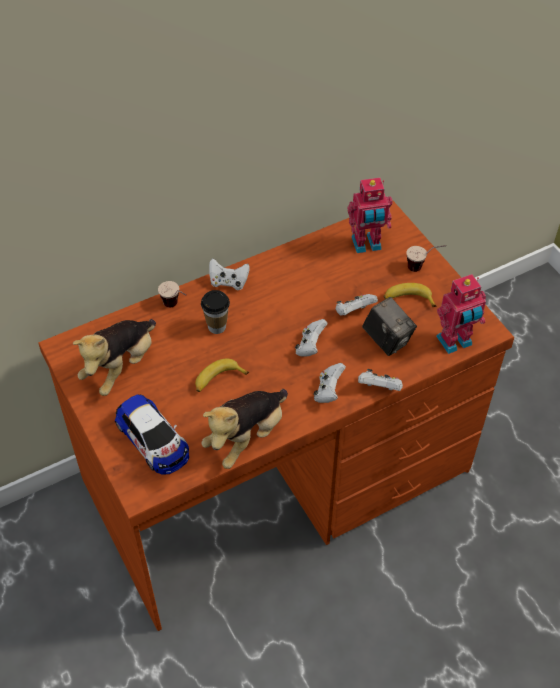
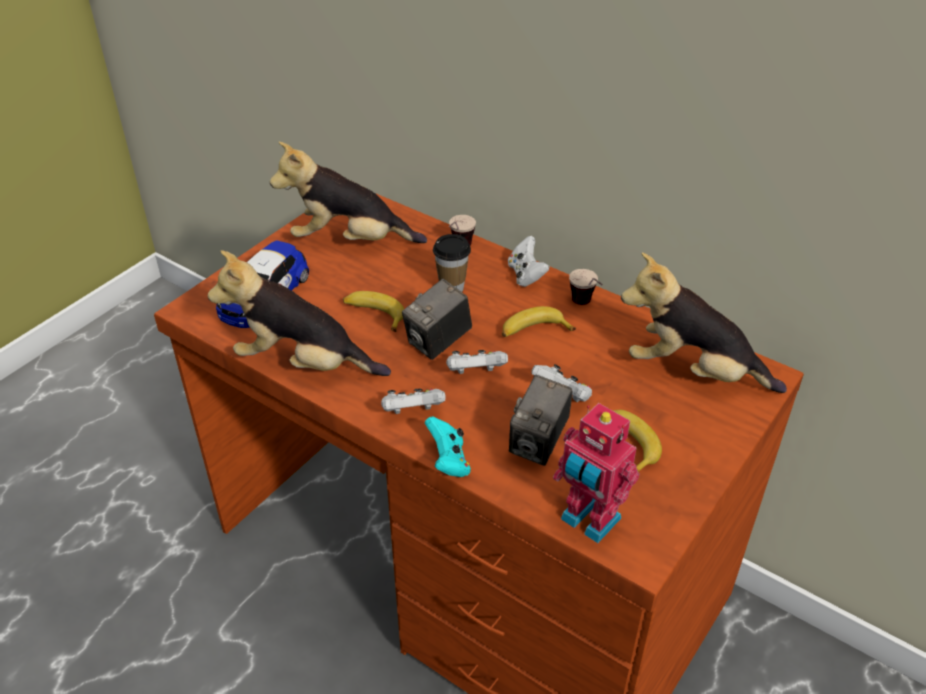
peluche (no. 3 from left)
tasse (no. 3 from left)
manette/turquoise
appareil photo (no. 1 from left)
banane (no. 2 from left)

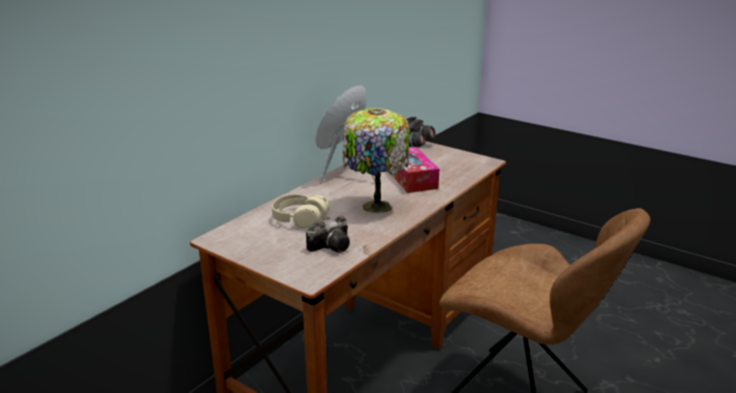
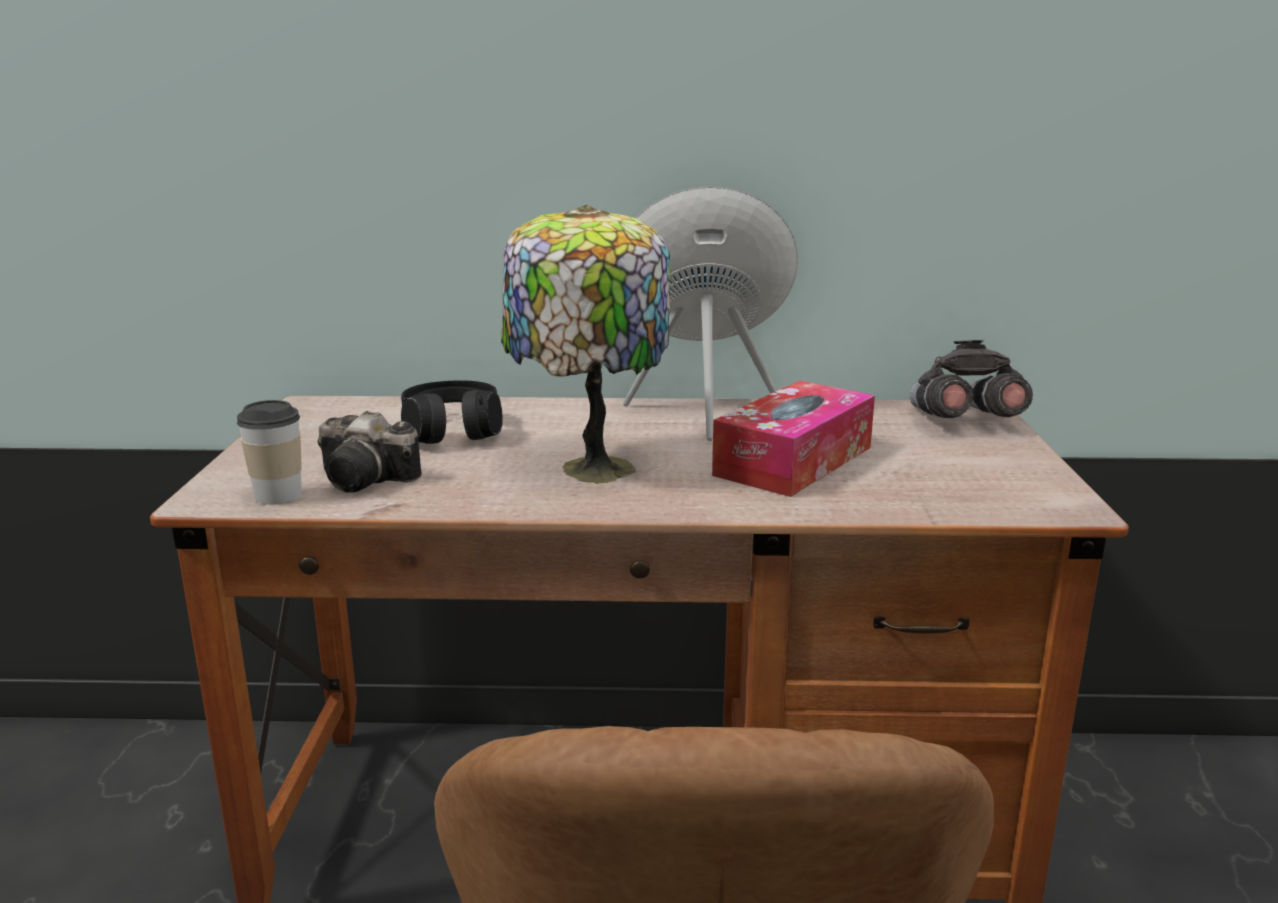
casque audio/noir
tasse

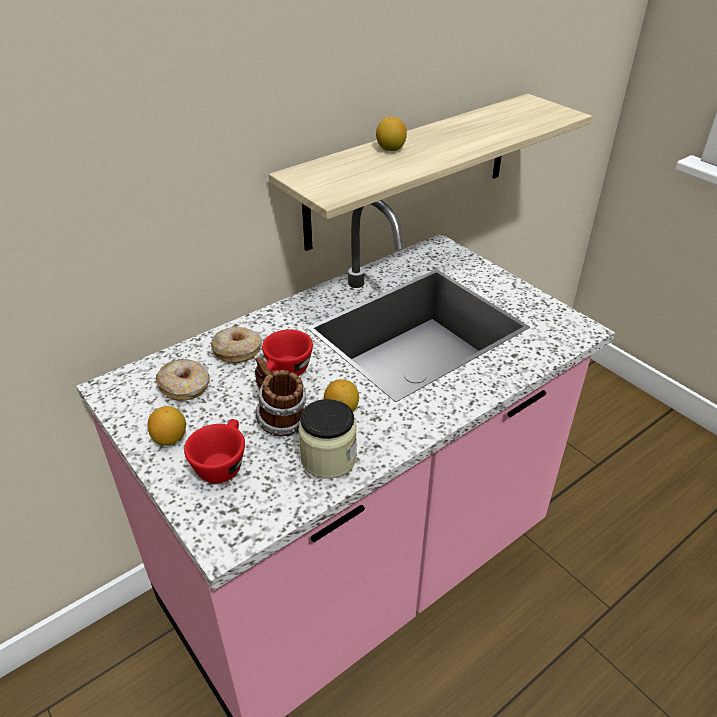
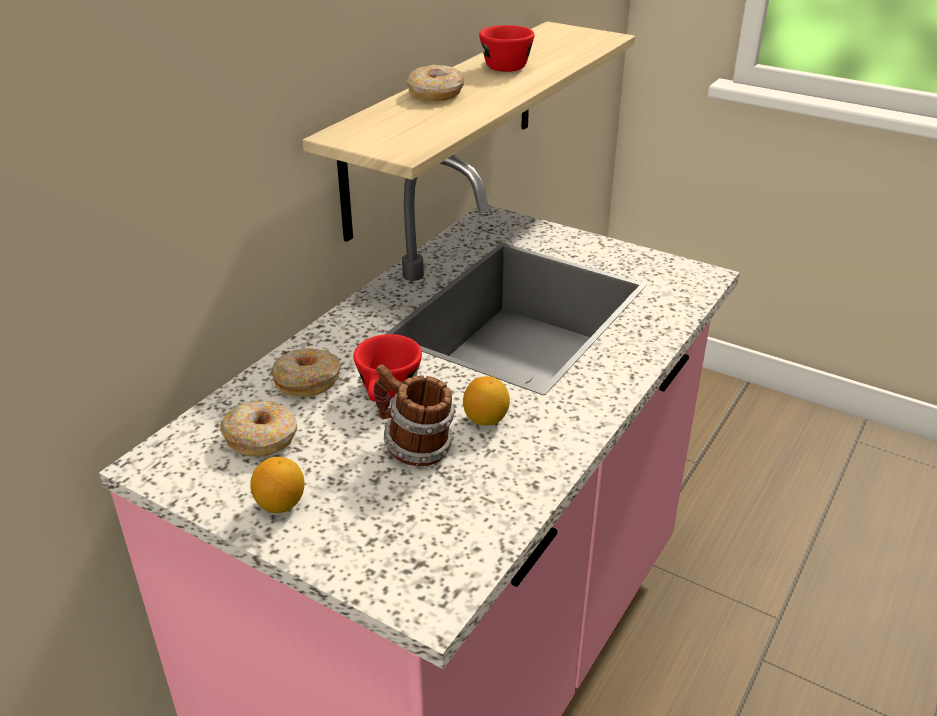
beignet (no. 3 from left)
bocal
tasse/rouge (no. 2 from left)

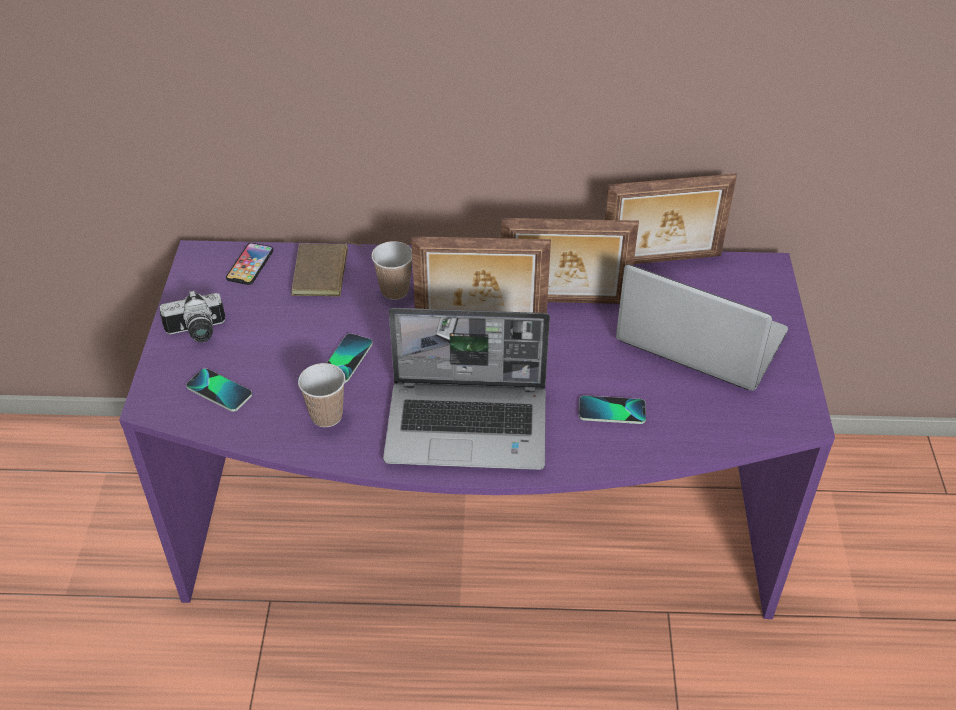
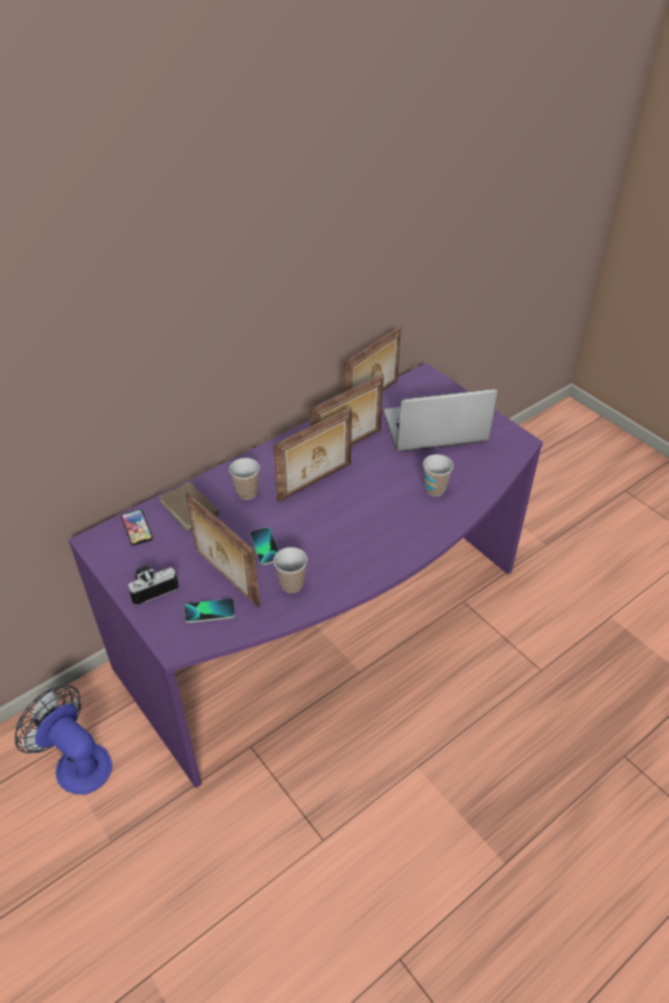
appareil photo
ordinateur portable (no. 1 from left in the first image)
tasse (no. 3 from left)
cadre photo (no. 1 from left)
ventilateur

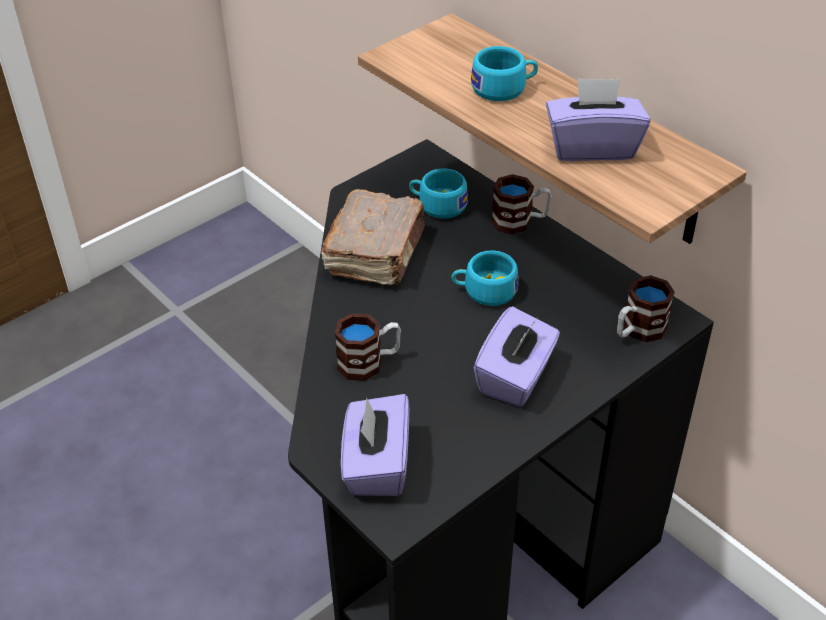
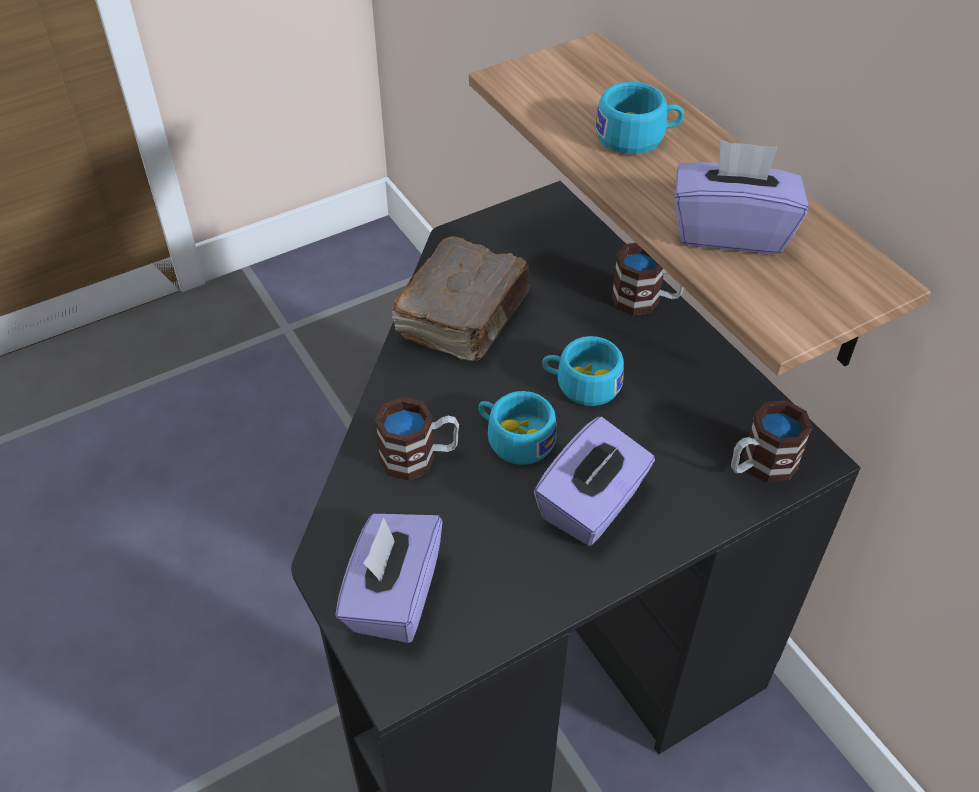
tasse/turquoise (no. 1 from left)

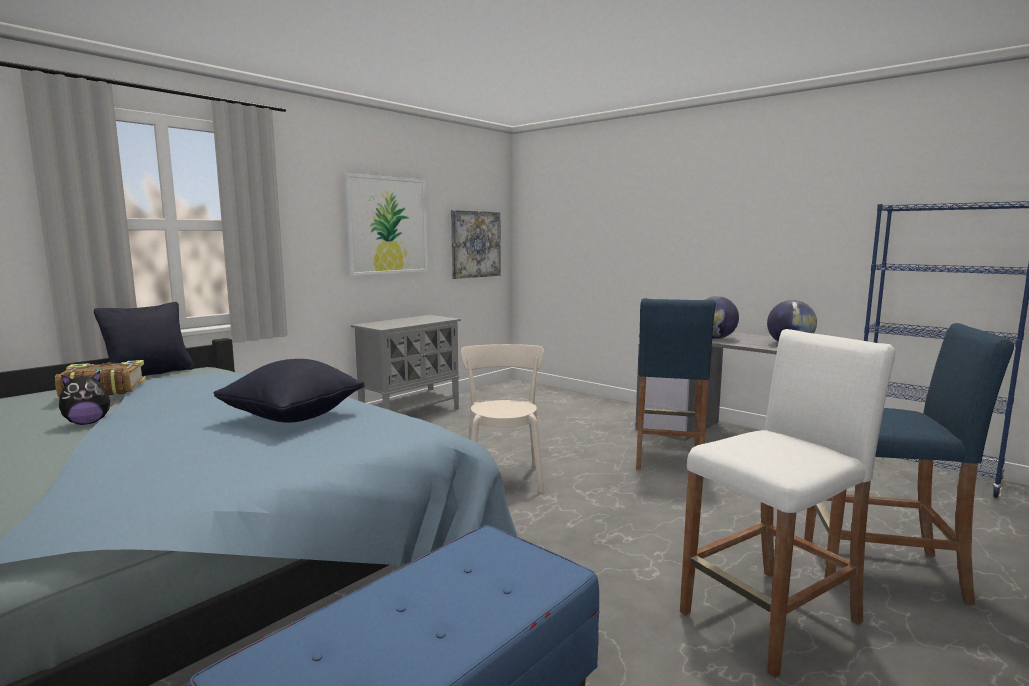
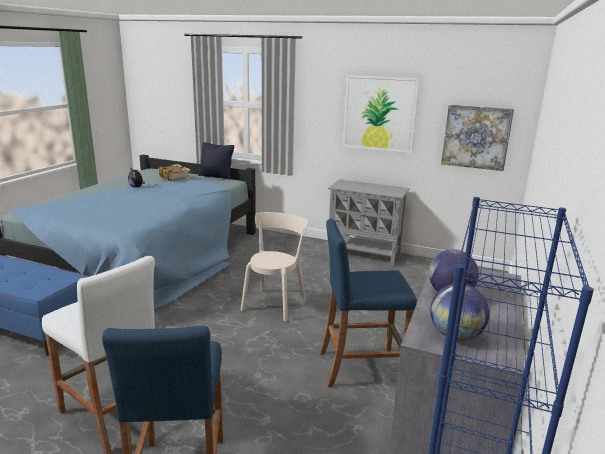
chaise/beige
coussin/noir (no. 2 from left in the first image)

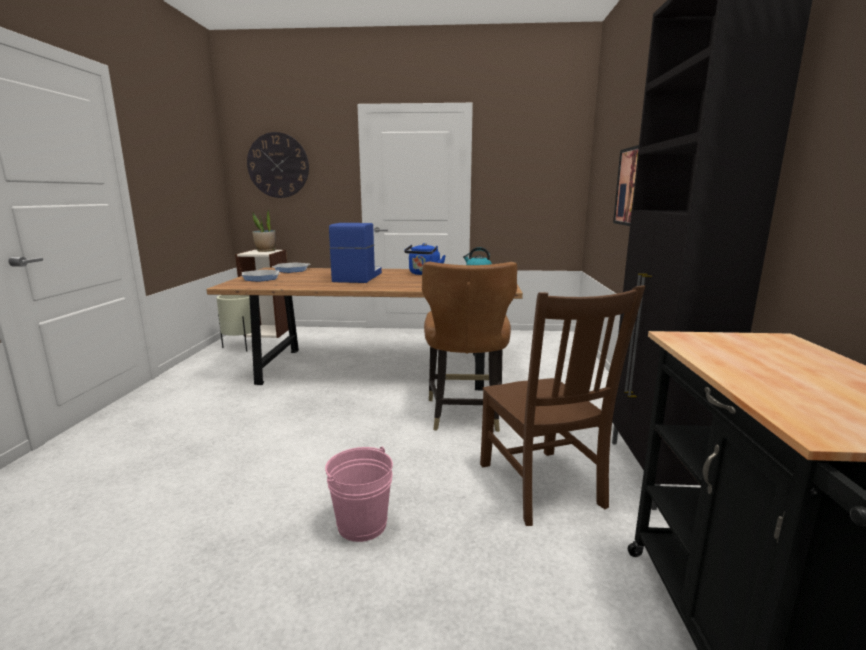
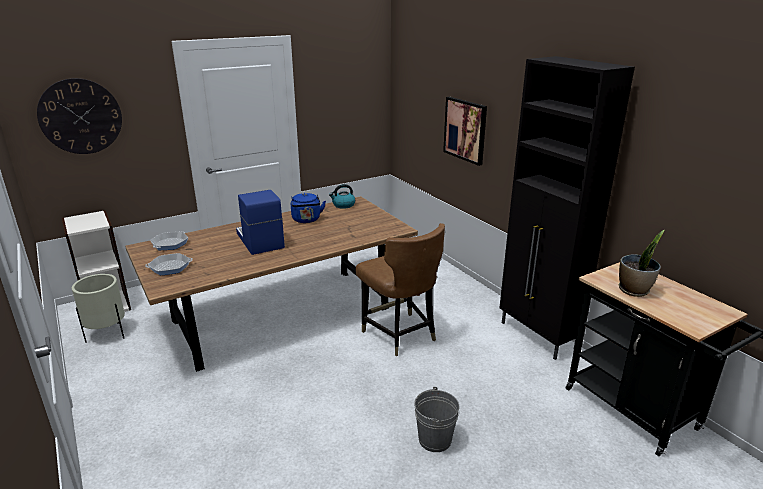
plante en pot
chaise/marron (no. 2 from left in the first image)
seau/gris

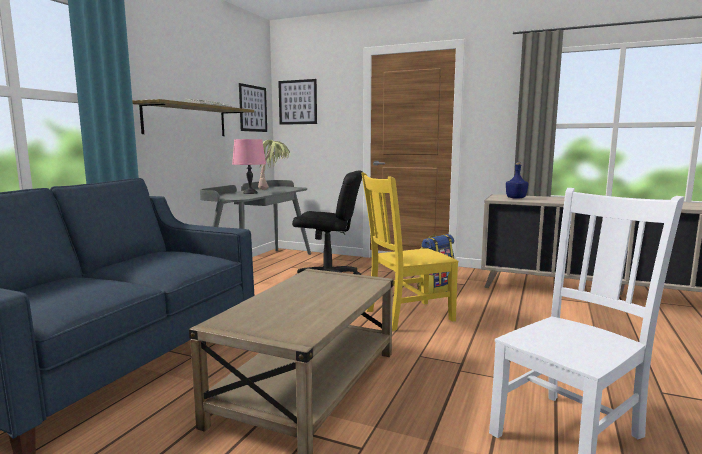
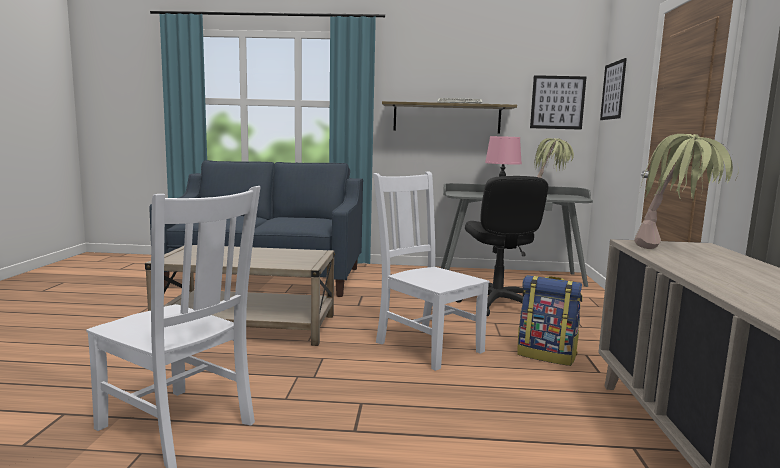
plante en pot (no. 2 from left)
chaise/blanc (no. 2 from left)

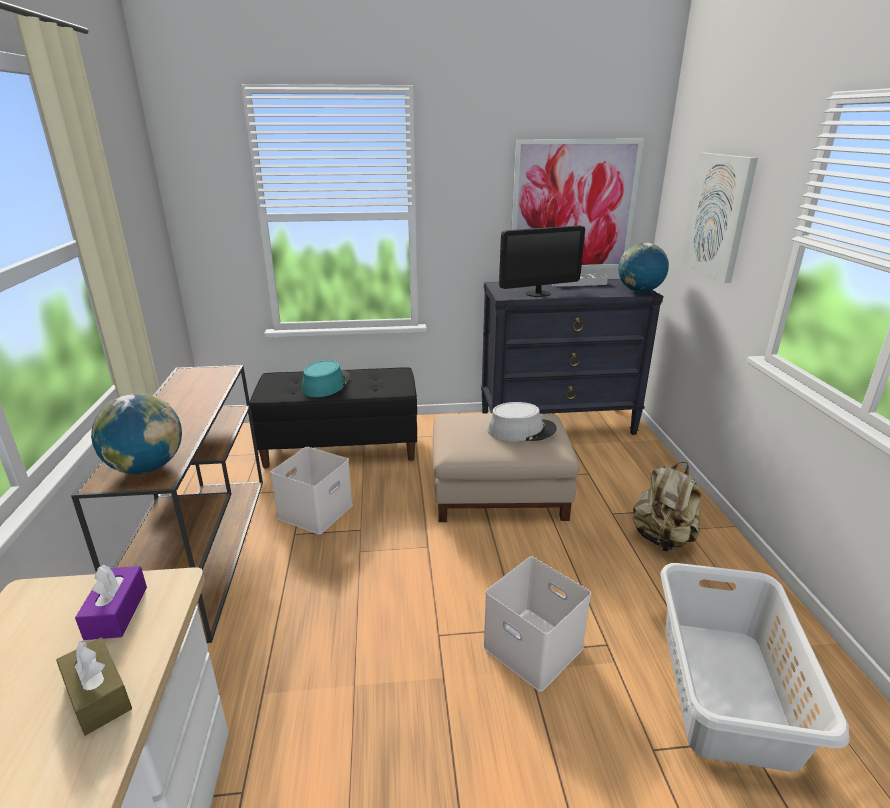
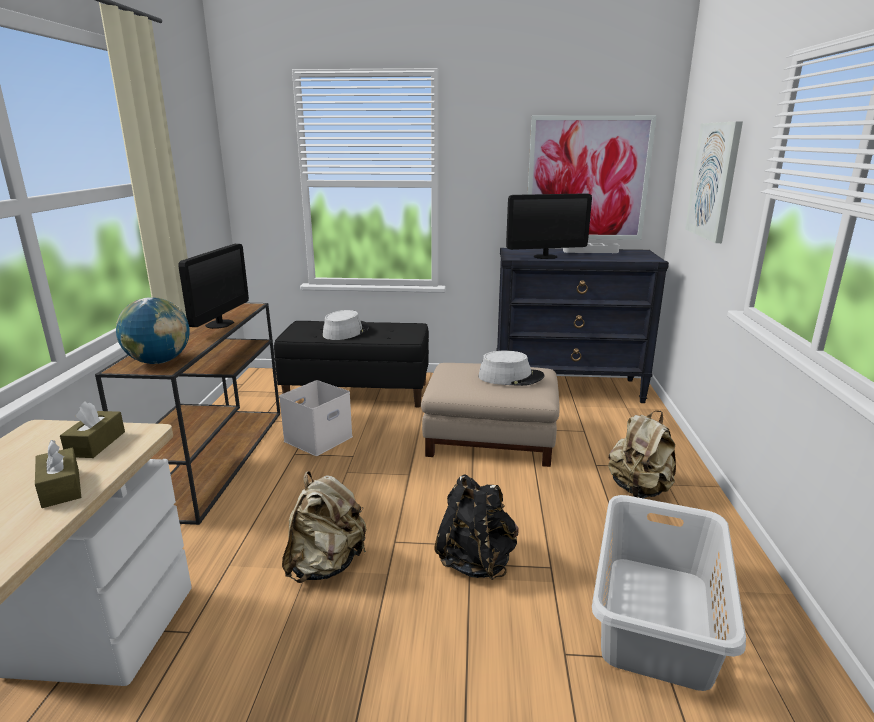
globe (no. 2 from left in the first image)
chapeau/gris (no. 1 from left)
sac à dos/noir
boîte à mouchoirs/marron (no. 2 from left)
écran d'ordinateur (no. 1 from left)
sac à dos/beige (no. 1 from left)

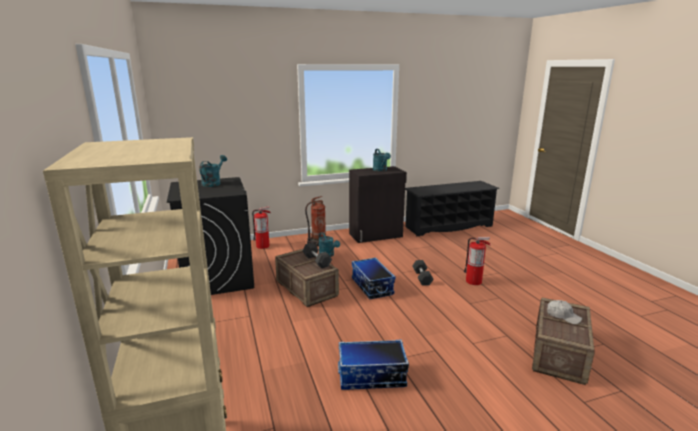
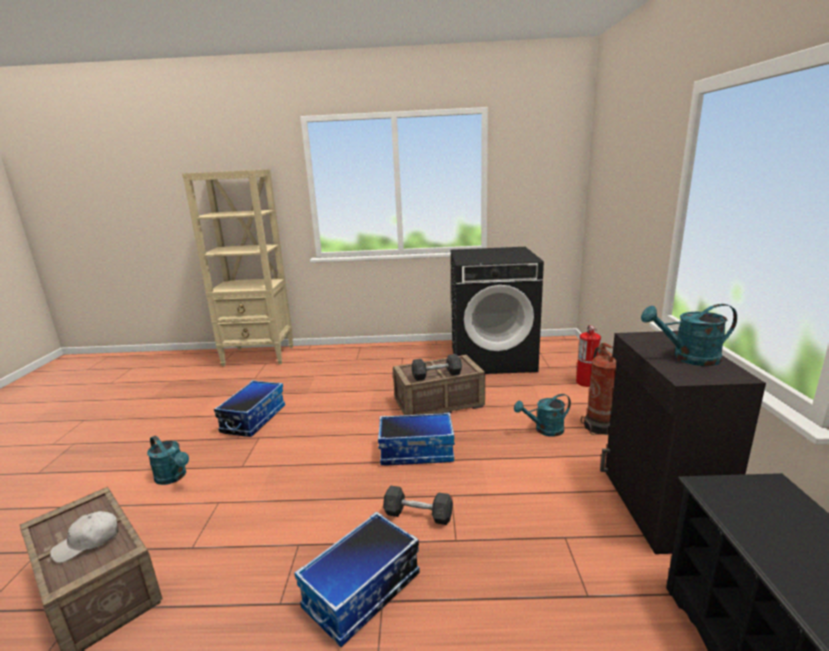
arrosoir/turquoise (no. 1 from left)
boîte de rangement (no. 2 from left)

